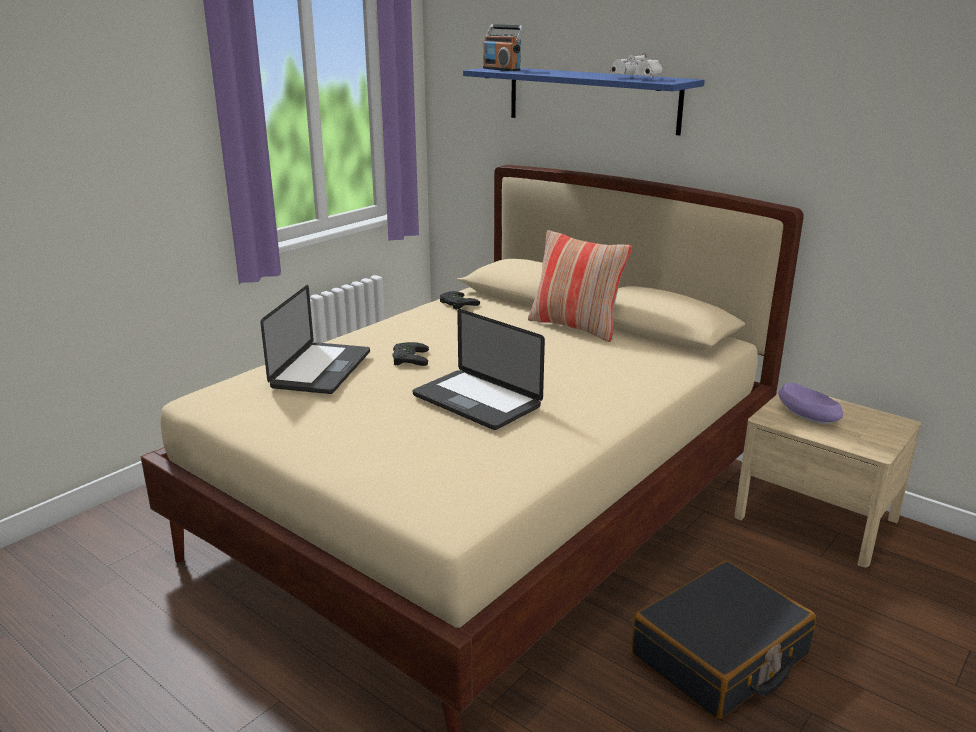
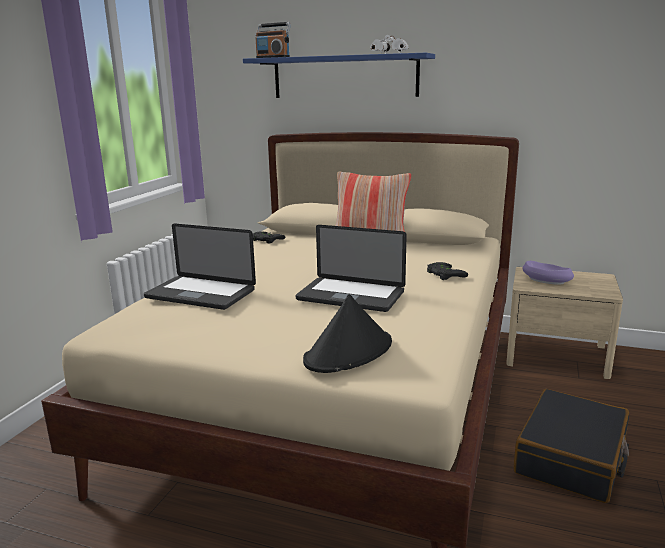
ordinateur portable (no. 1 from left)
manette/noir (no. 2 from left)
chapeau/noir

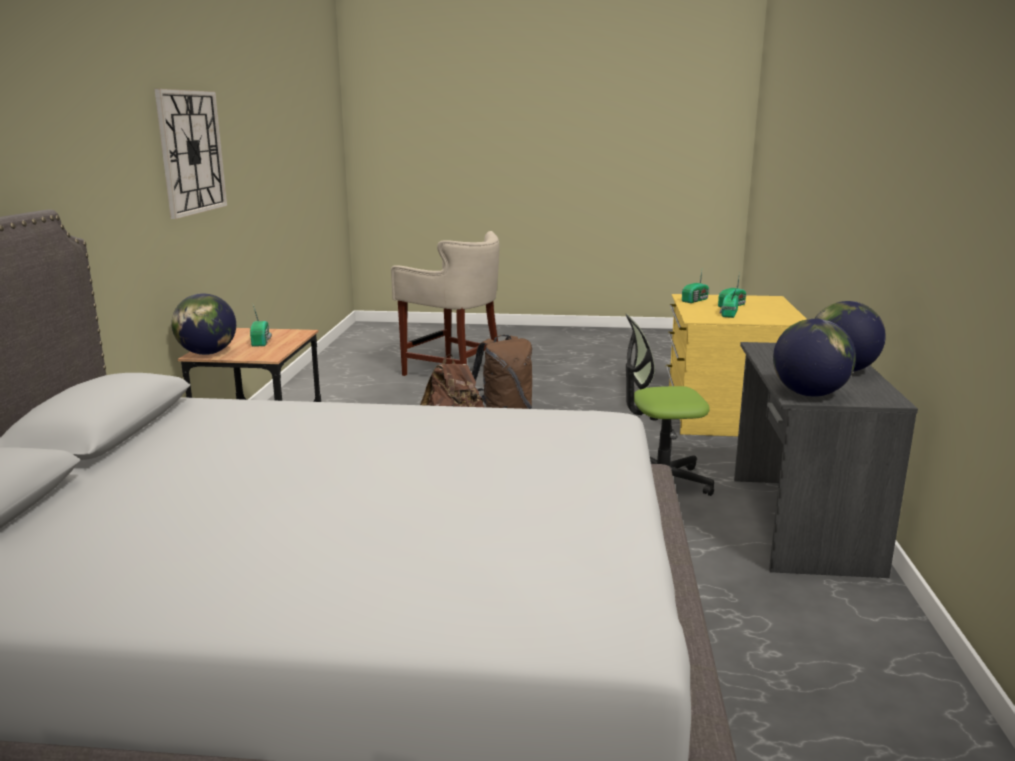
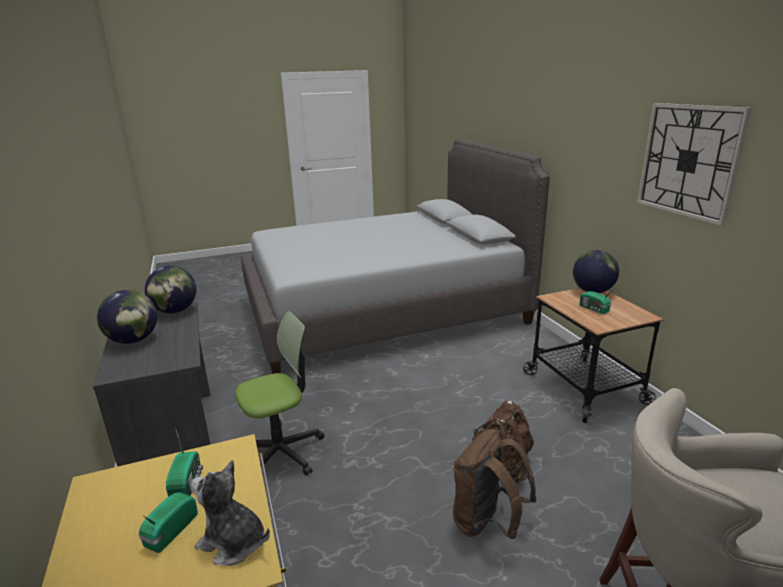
peluche

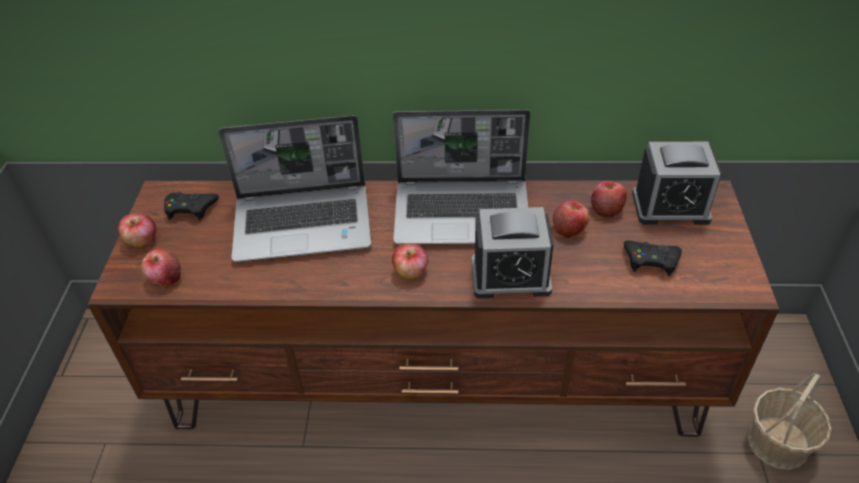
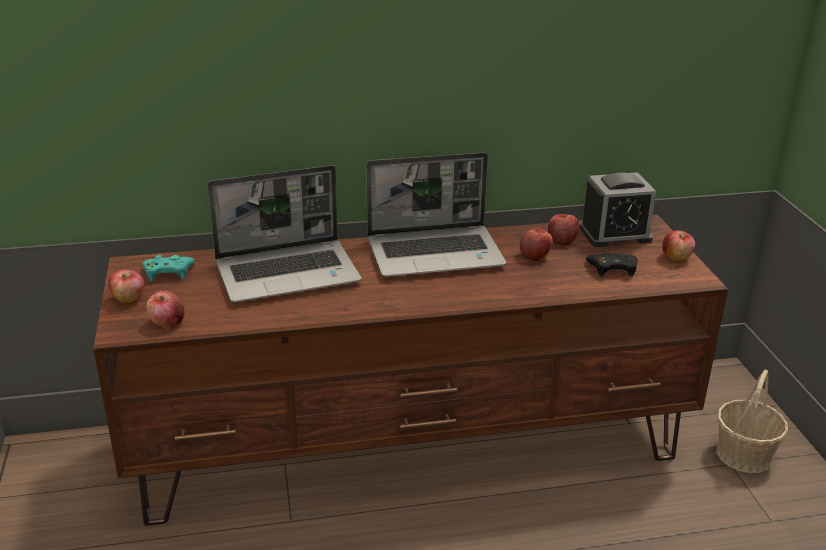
manette/turquoise
réveil (no. 1 from left in the first image)
pomme (no. 5 from left)

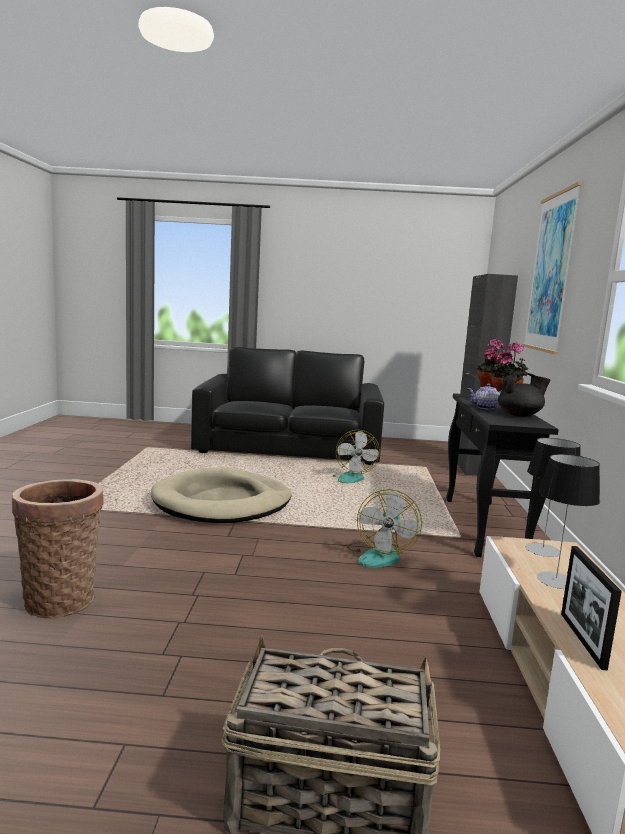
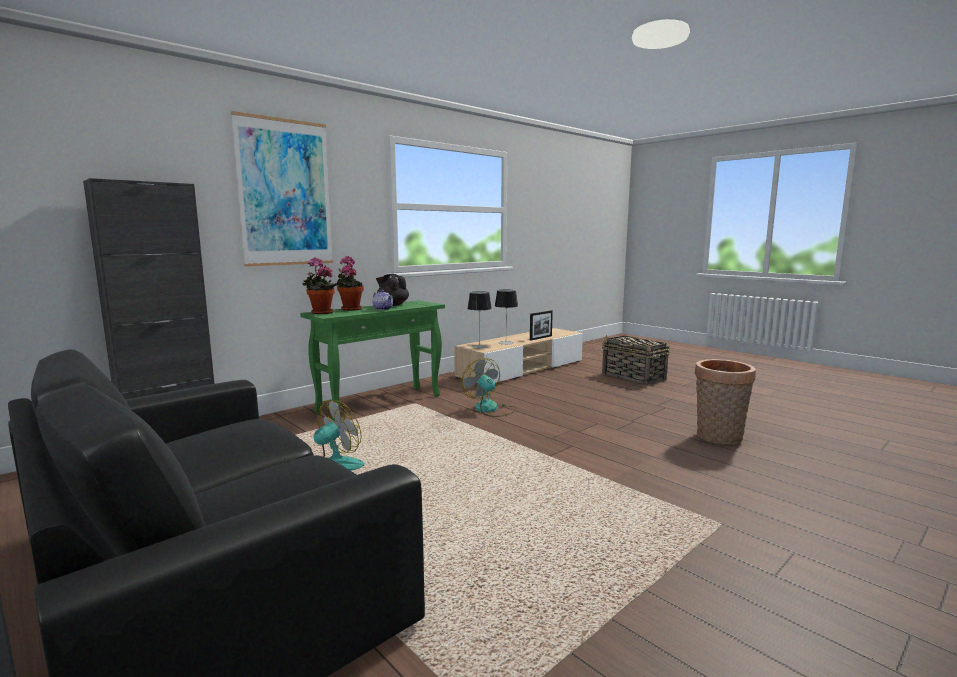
table console/vert
panier pour chien/beige
ventilateur (no. 2 from left)

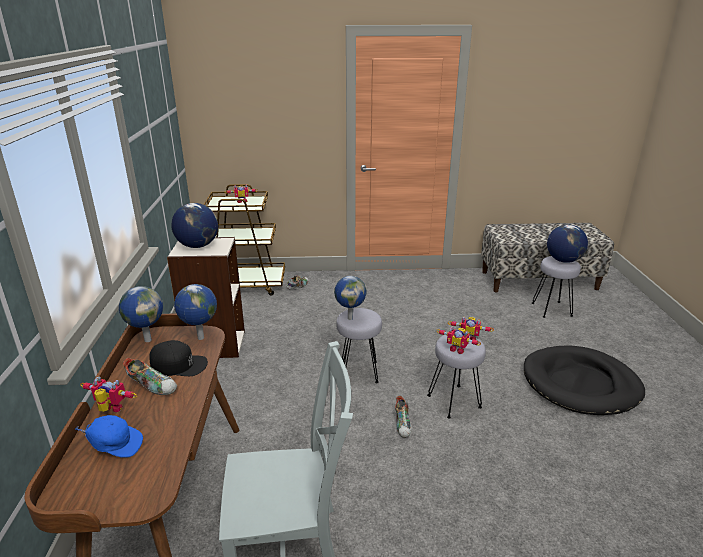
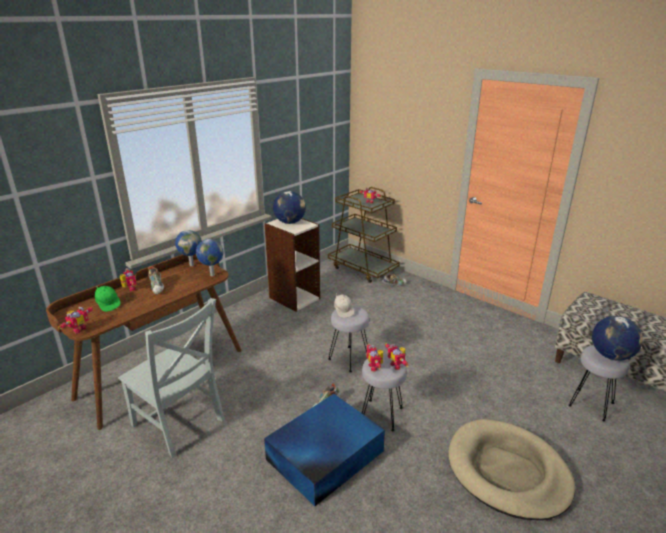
casquette/blanc
casquette/noir
panier pour chien/beige
casquette/vert
robot jouet (no. 1 from left)
boîte de rangement/bleu

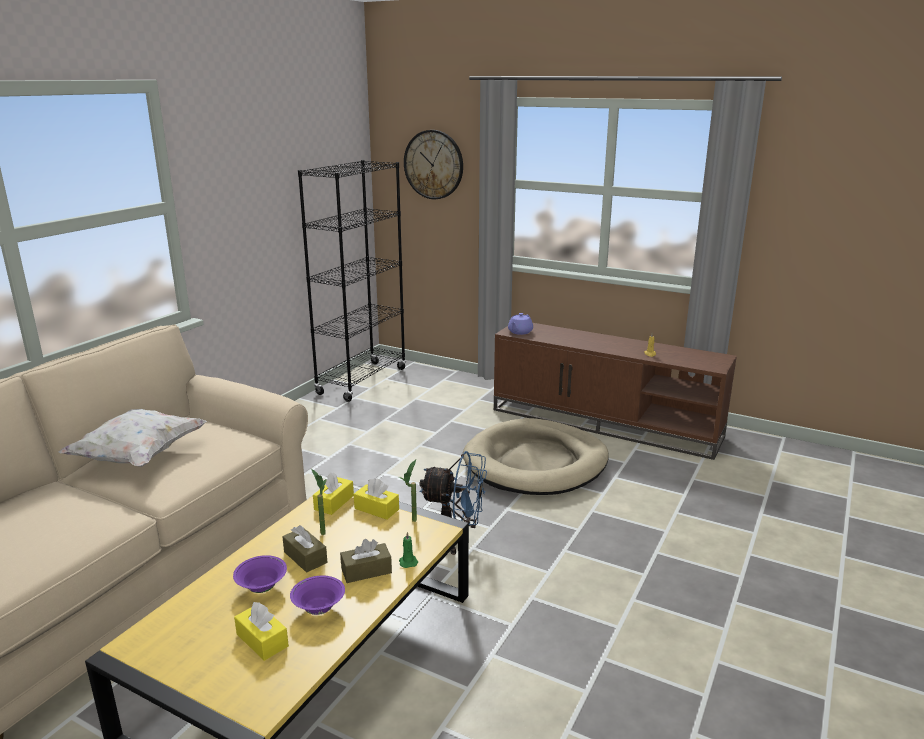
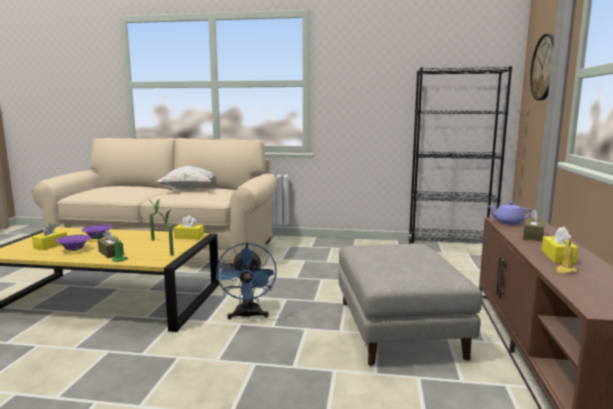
pouf/gris
boîte à mouchoirs/jaune (no. 3 from left)
boîte à mouchoirs/marron (no. 2 from left)

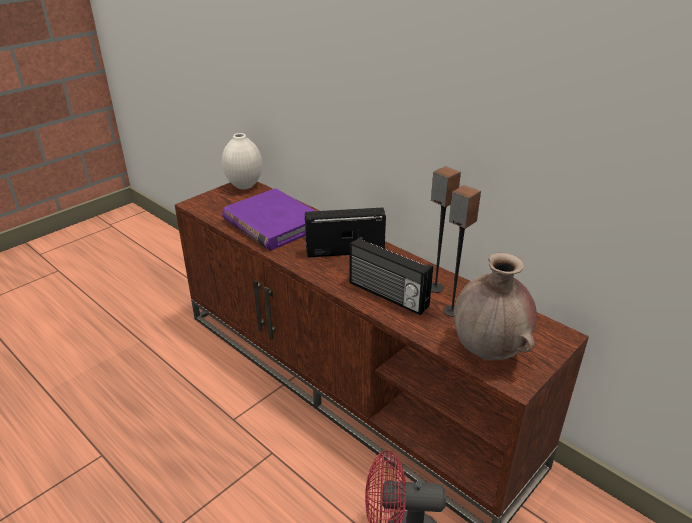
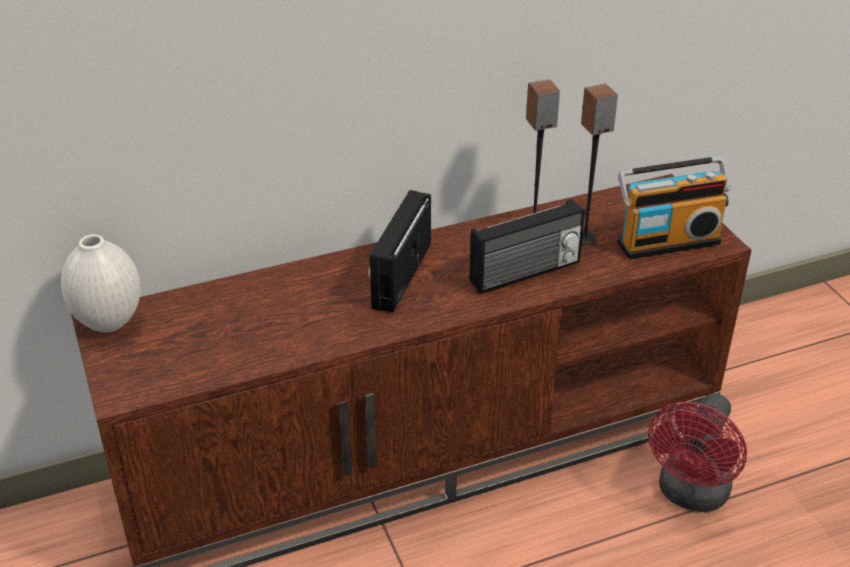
livre/violet
radio (no. 3 from left)

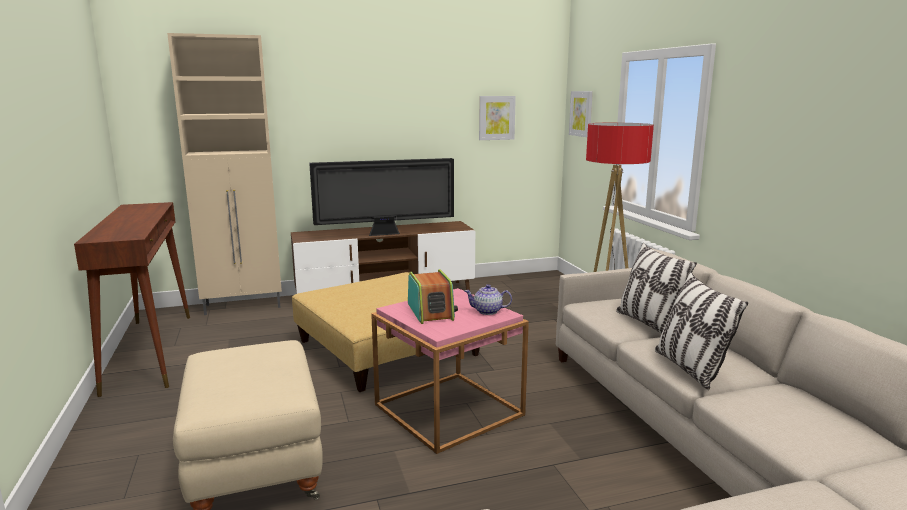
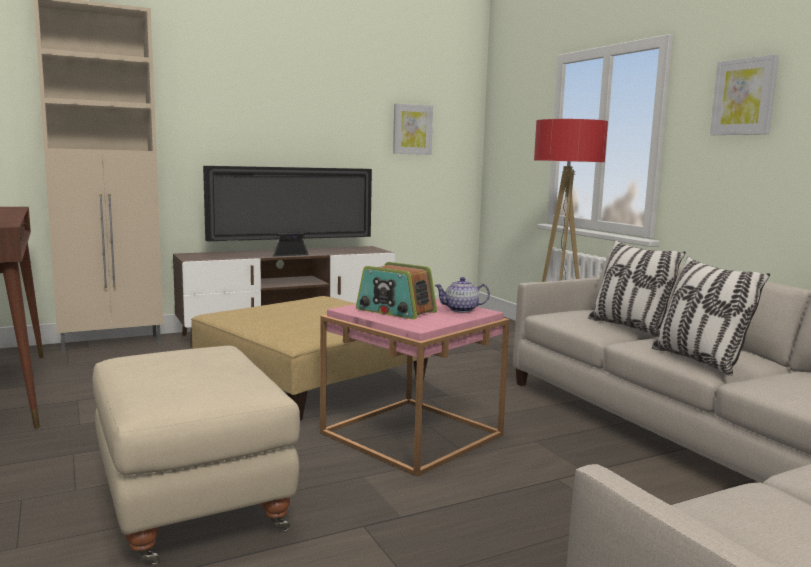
tableau (no. 2 from left)
radio

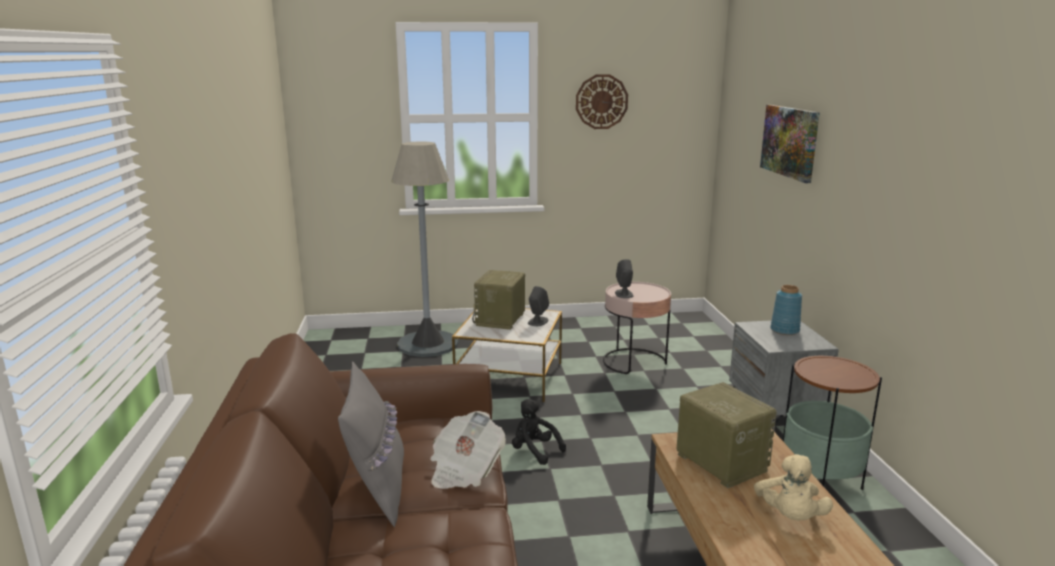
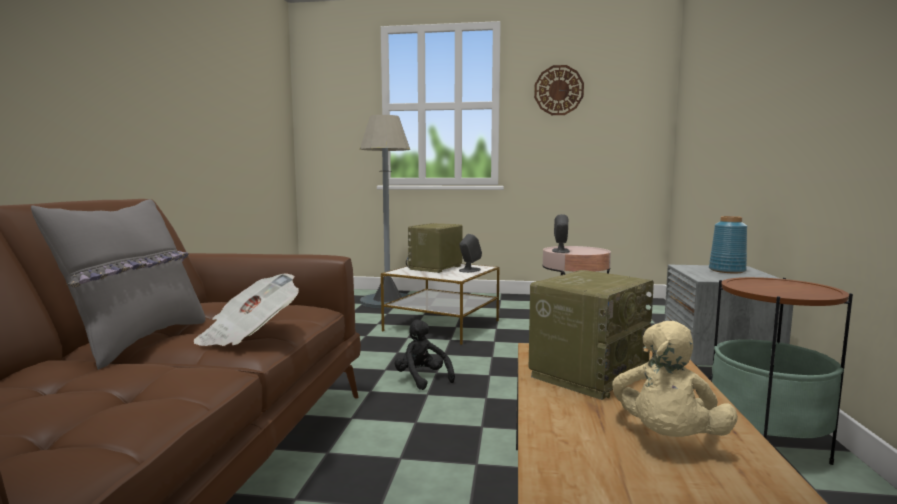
tableau
radio (no. 2 from left)

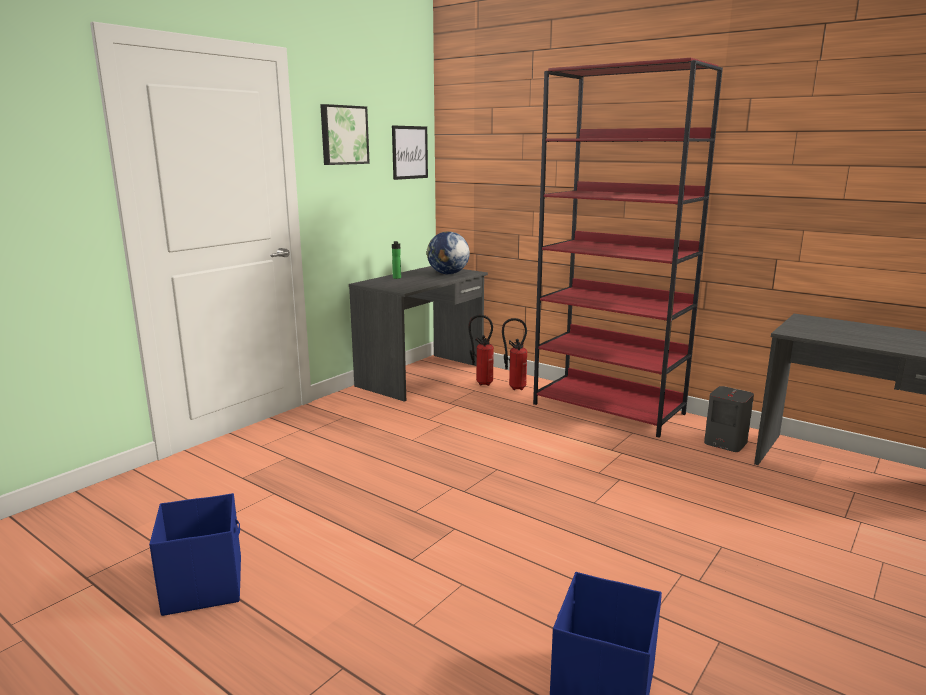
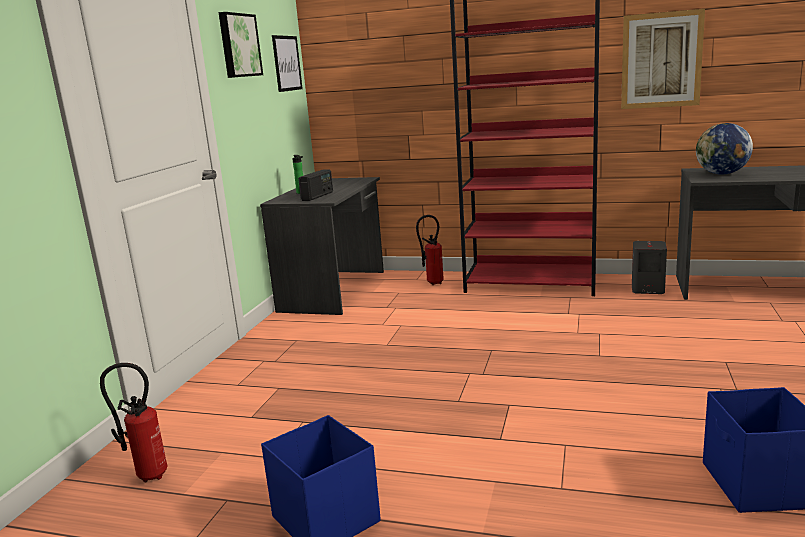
globe
extincteur (no. 1 from left)
tableau (no. 3 from left)
radio

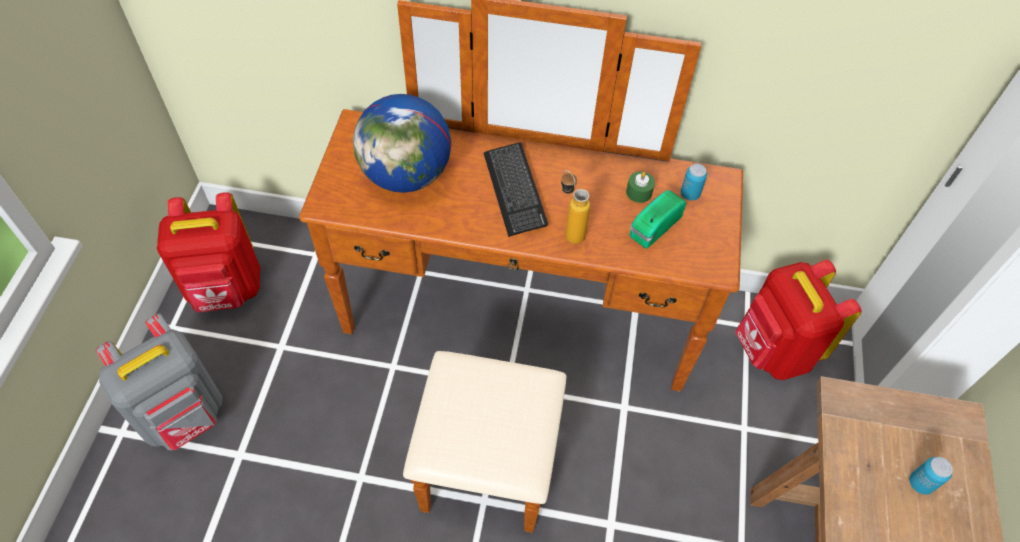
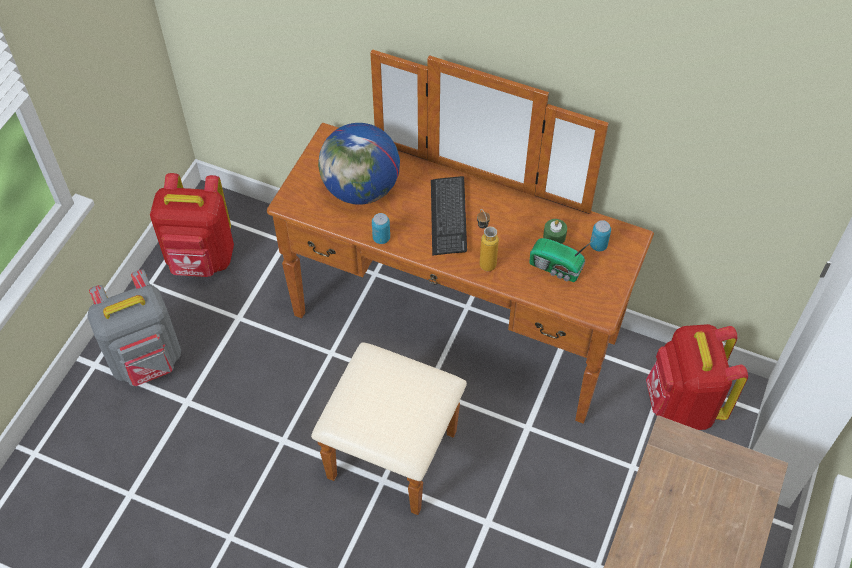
radio
boîte métallique (no. 1 from left)

